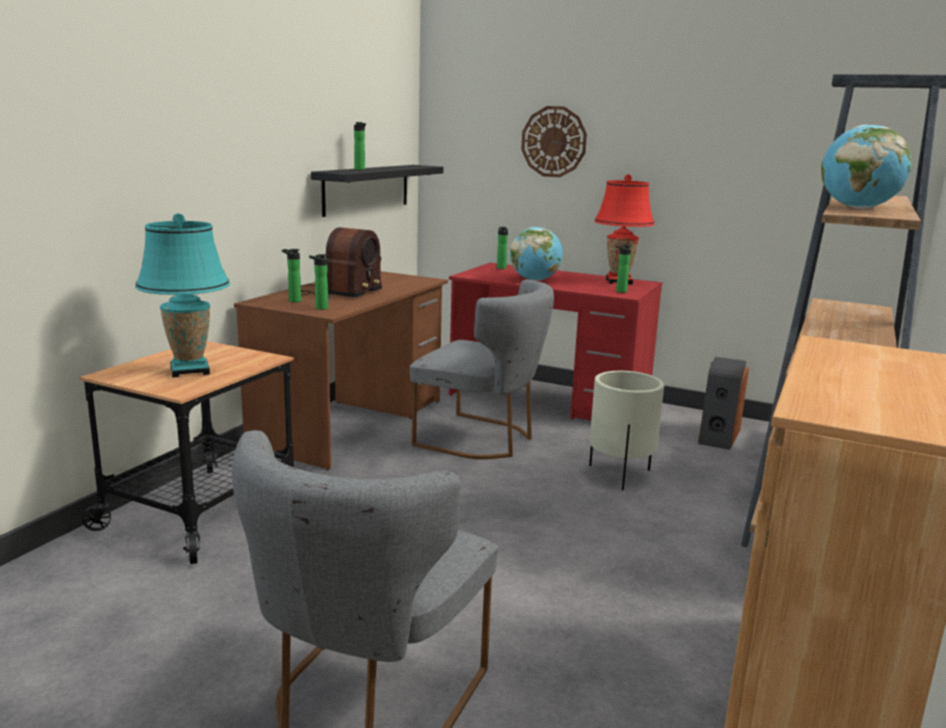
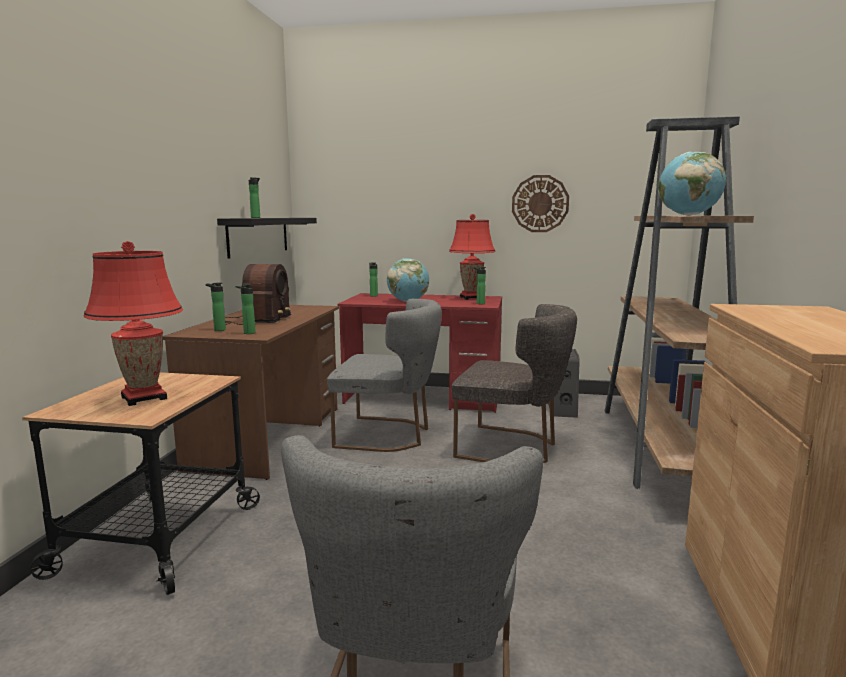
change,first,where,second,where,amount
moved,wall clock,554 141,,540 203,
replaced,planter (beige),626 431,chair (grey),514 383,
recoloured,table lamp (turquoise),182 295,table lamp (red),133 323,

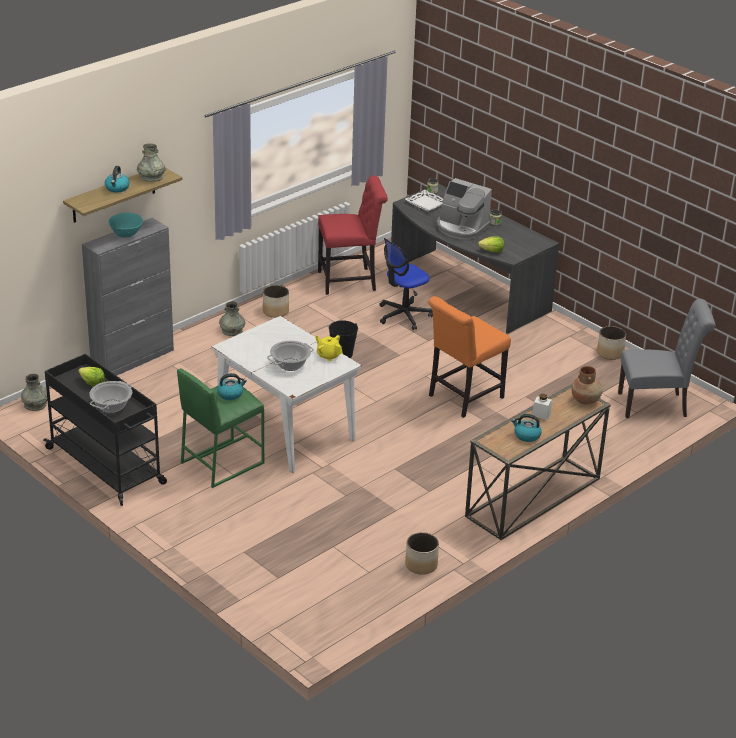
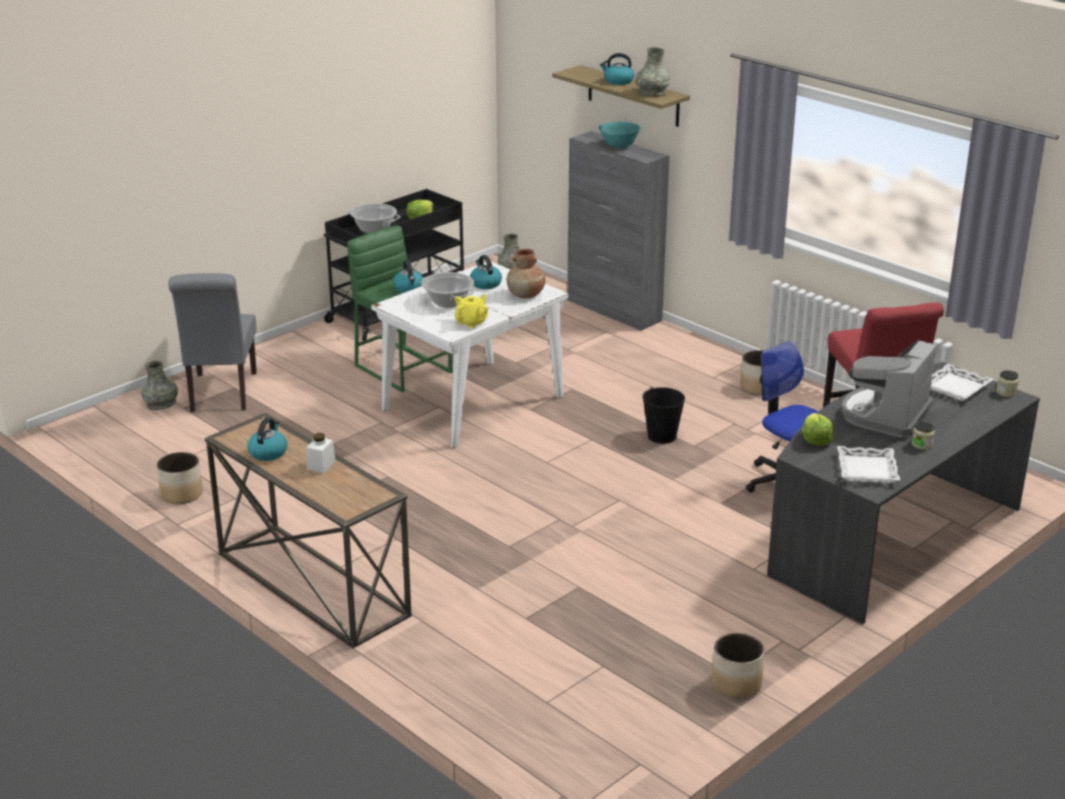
change,first,where,second,where,amount
removed,chair (orange),469 357,,,
added,,,kettle,486 272,
added,,,tray (white),868 464,
moved,vase (grey),232 318,,159 385,
moved,vase (brown),586 385,,526 273,
moved,chair (grey),667 358,,212 342,

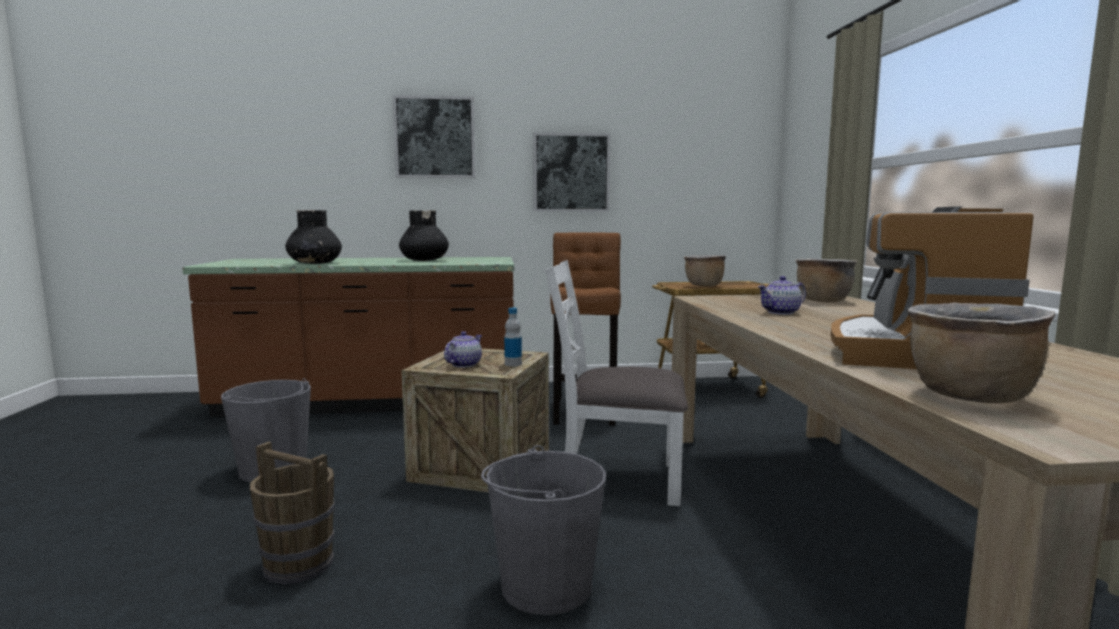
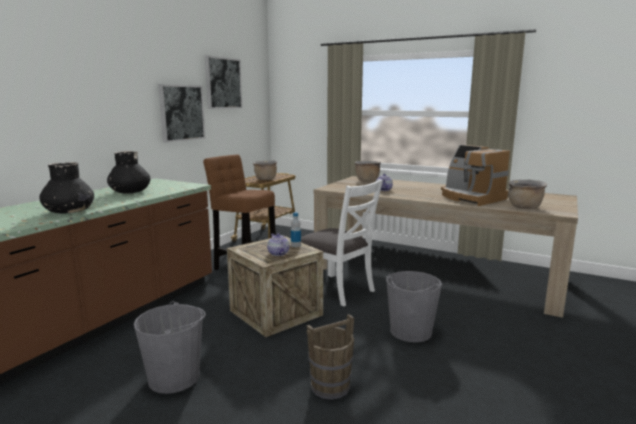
change,first,where,second,where,amount
moved,picture,434 136,,224 82,
turned,chair (white),616 383,,342 243,90 degrees counterclockwise

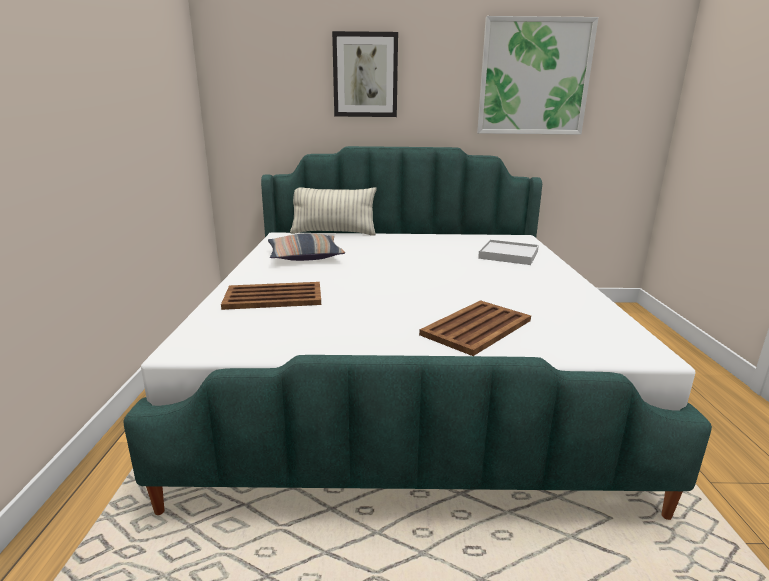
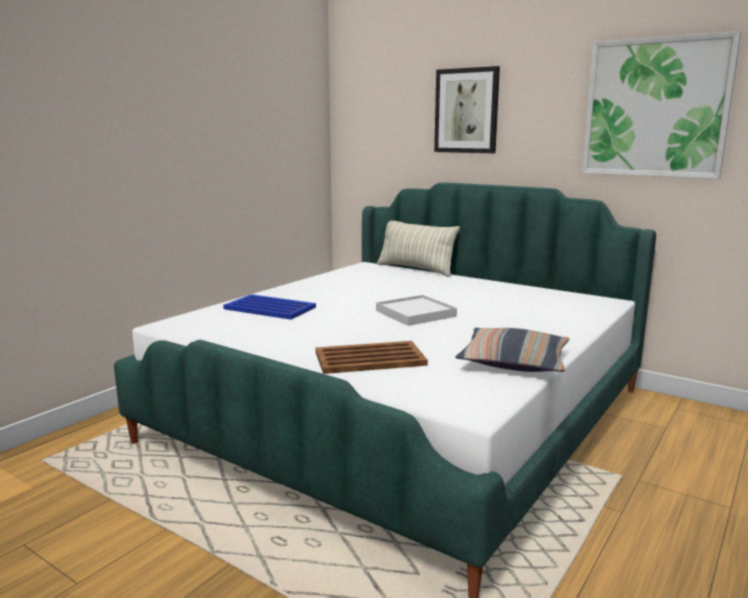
change,first,where,second,where,amount
moved,pillow,306 247,,512 350,
moved,tray (white),508 252,,416 310,
recoloured,tray (brown),271 296,tray (blue),269 307,

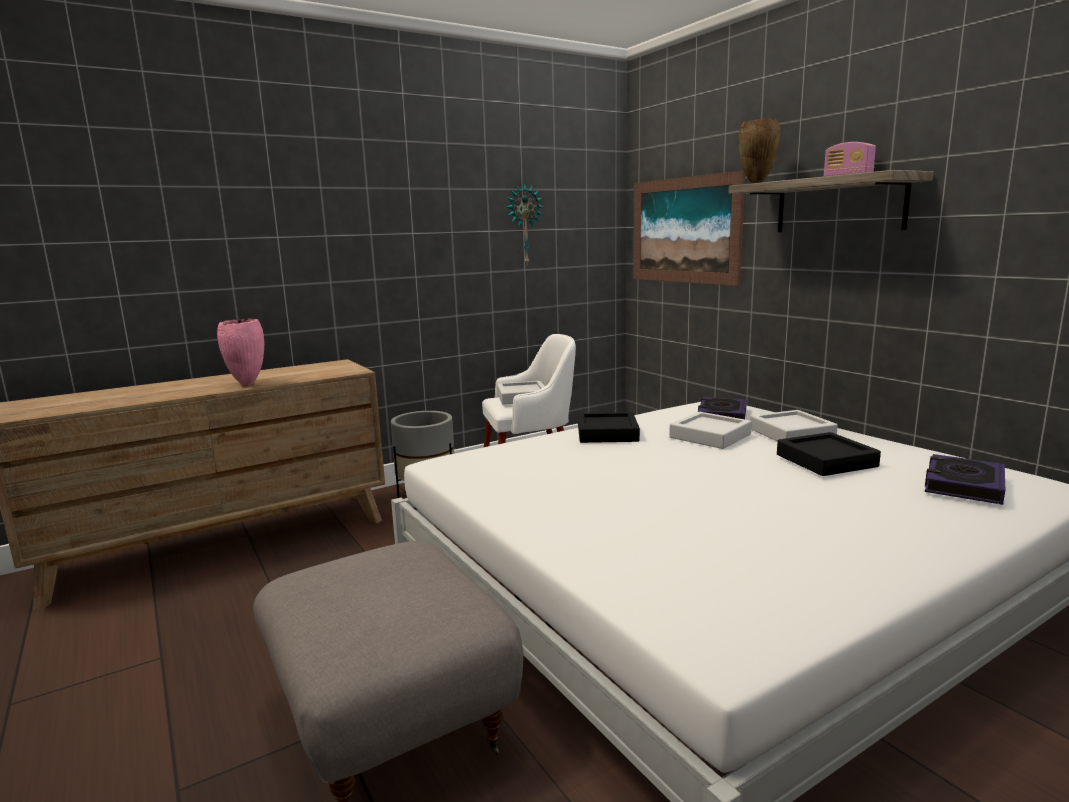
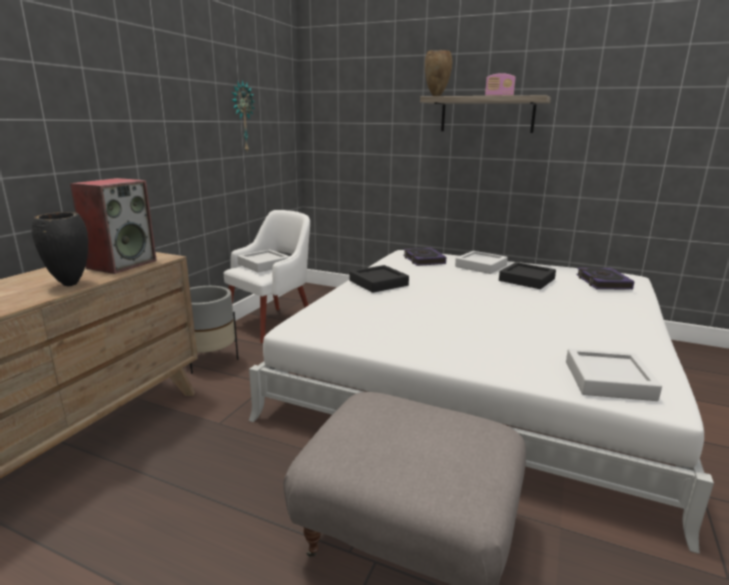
change,first,where,second,where,amount
removed,picture,689 228,,,
added,,,speaker,113 226,
moved,tray (grey),710 430,,614 375,
recoloured,vase (pink),240 352,vase (black),60 249,

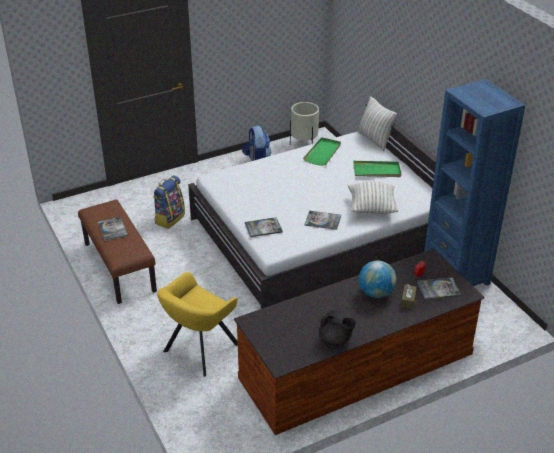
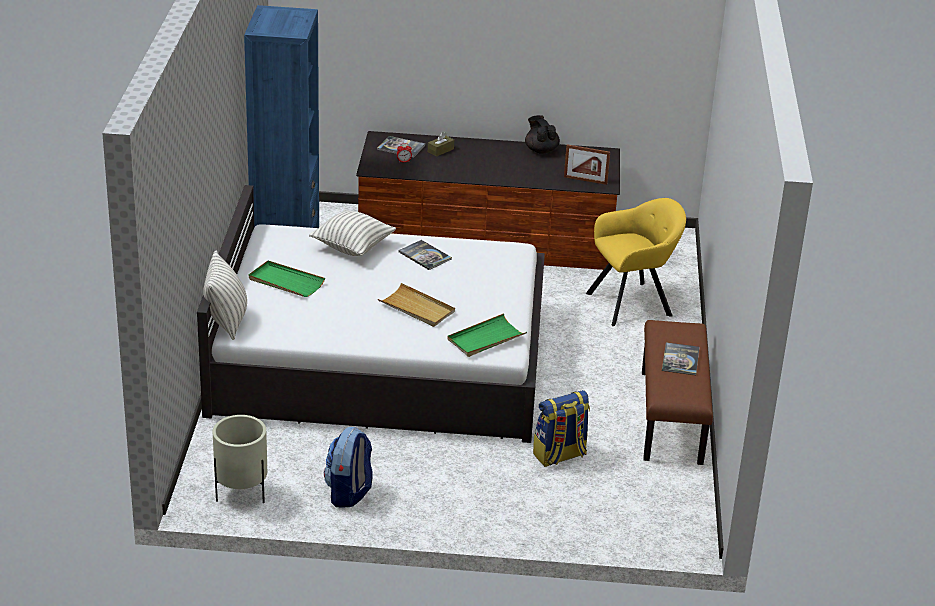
change,first,where,second,where,amount
removed,book,264 227,,,
removed,globe,377 279,,,
added,,,tray (beige),416 305,
added,,,picture frame,587 164,
moved,tray (green),322 151,,487 335,

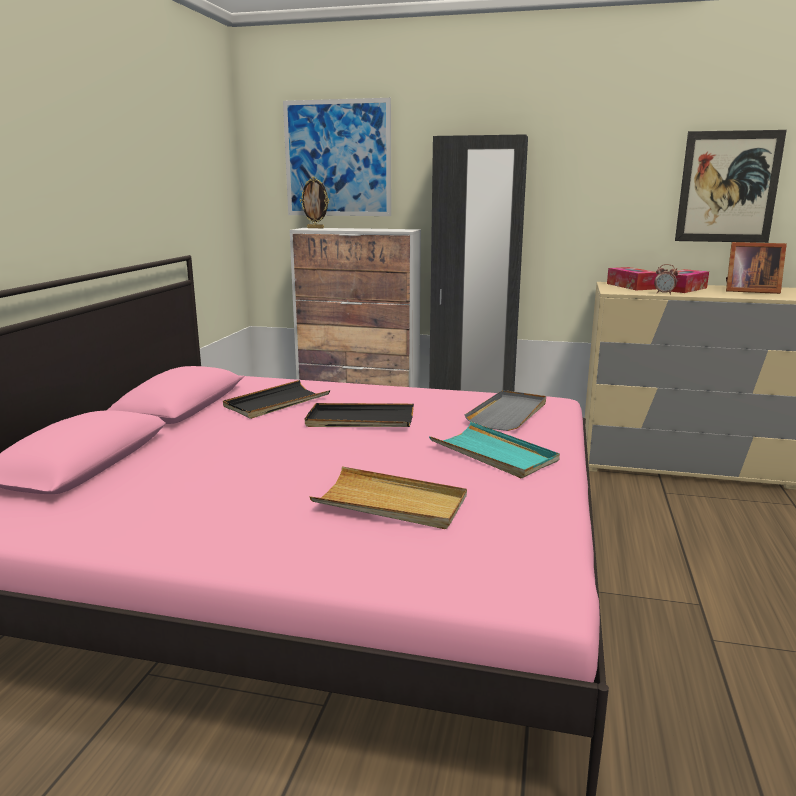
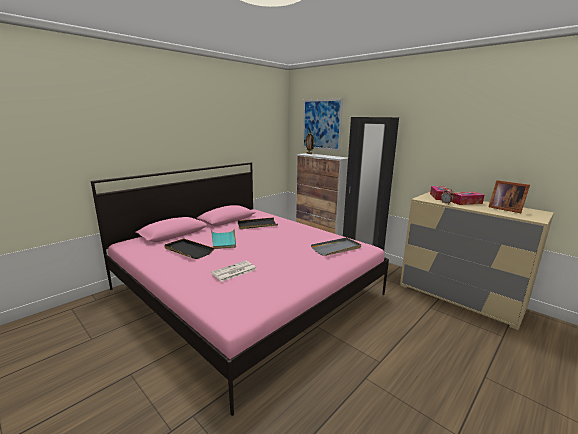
change,first,where,second,where,amount
removed,picture,731 186,,,
moved,tray (black),359 415,,189 248,
moved,tray (turquoise),494 450,,223 238,
replaced,tray (beige),388 497,newspaper,234 271,

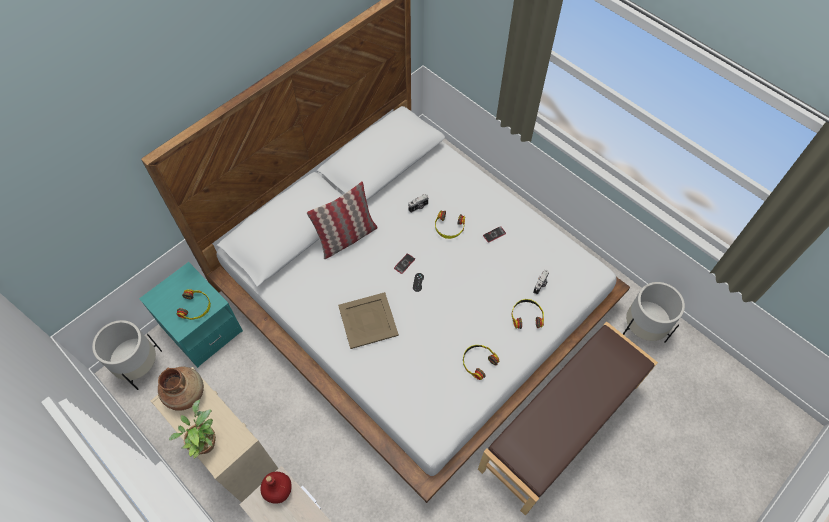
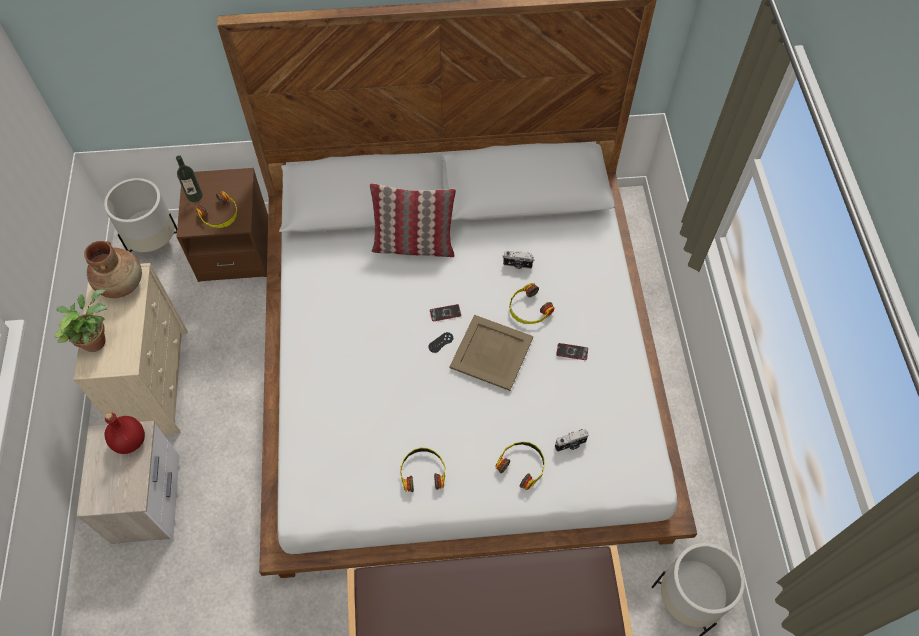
change,first,where,second,where,amount
added,,,bottle,189 178,
moved,tray (beige),368 320,,491 353,
recoloured,nightstand (turquoise),191 315,nightstand (brown),222 225,

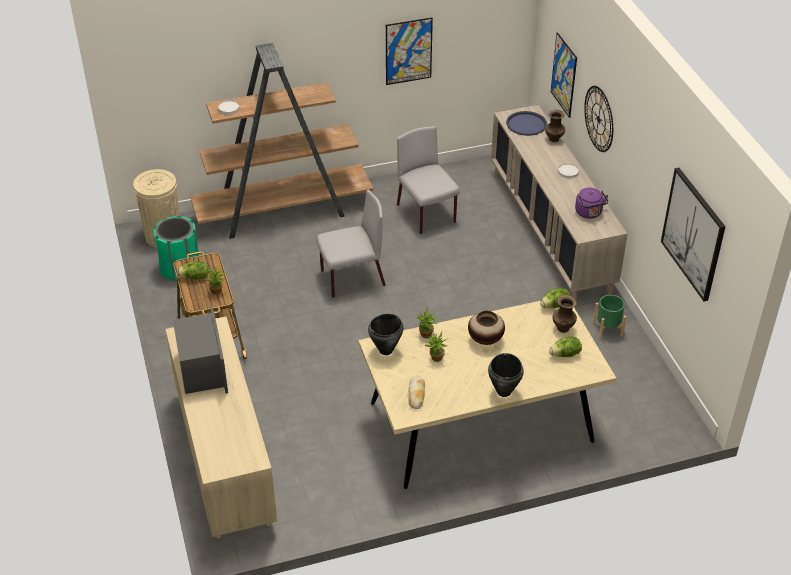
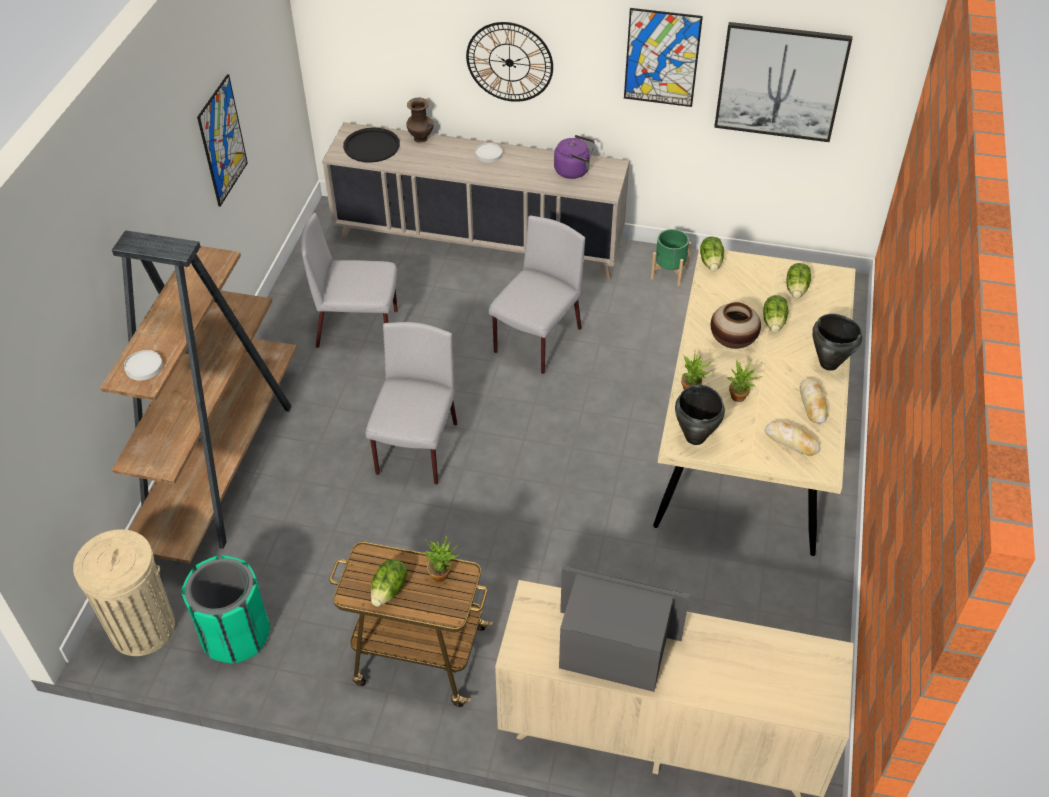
change,first,where,second,where,amount
removed,vase (brown),565 314,,,
added,,,chair (grey),537 295,
added,,,lettuce,776 313,
added,,,bread,814 400,
moved,picture,564 75,,663 57,
recoloured,tray (blue),526 123,tray (black),371 145,

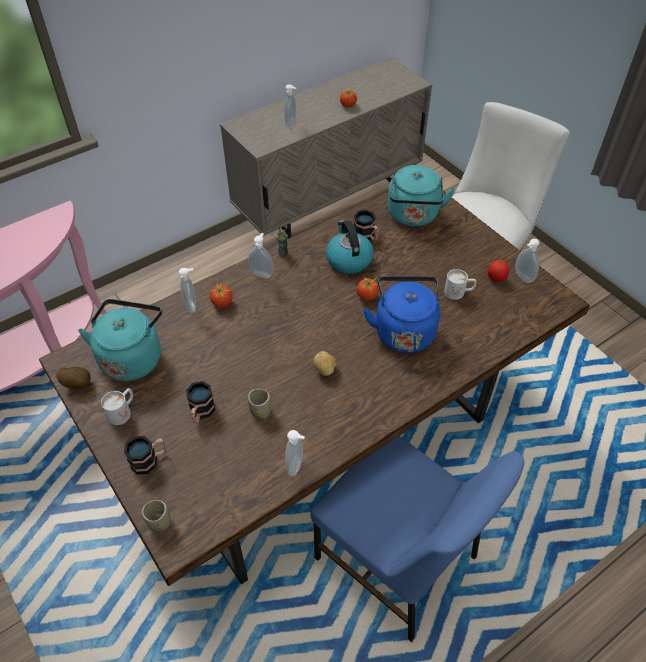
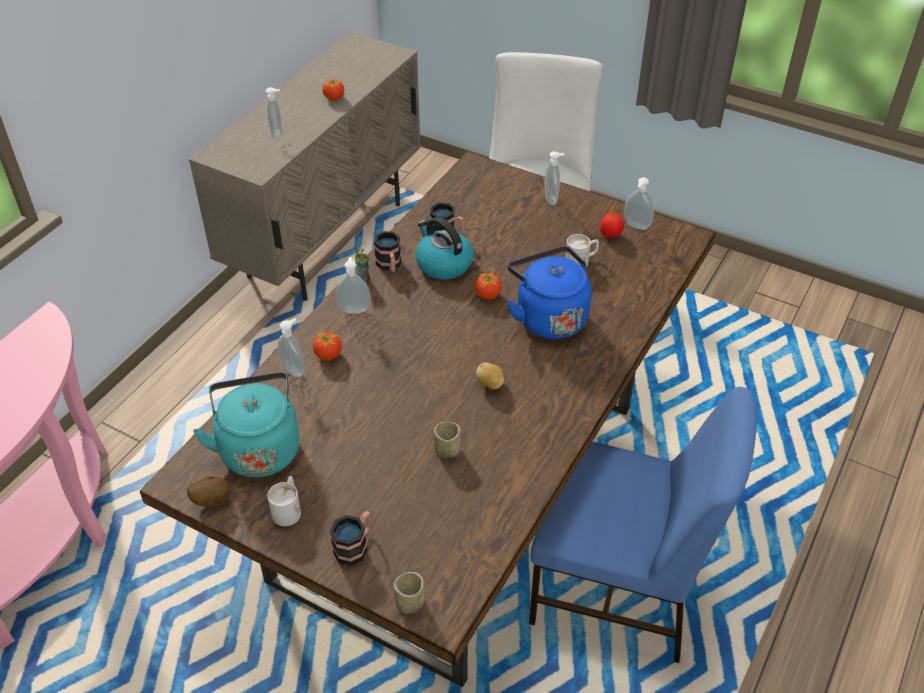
change,first,where,second,where,amount
removed,kettle (turquoise),421 196,,,
moved,mug,200 402,,387 251,
moved,soap dispenser,295 453,,555 178,

